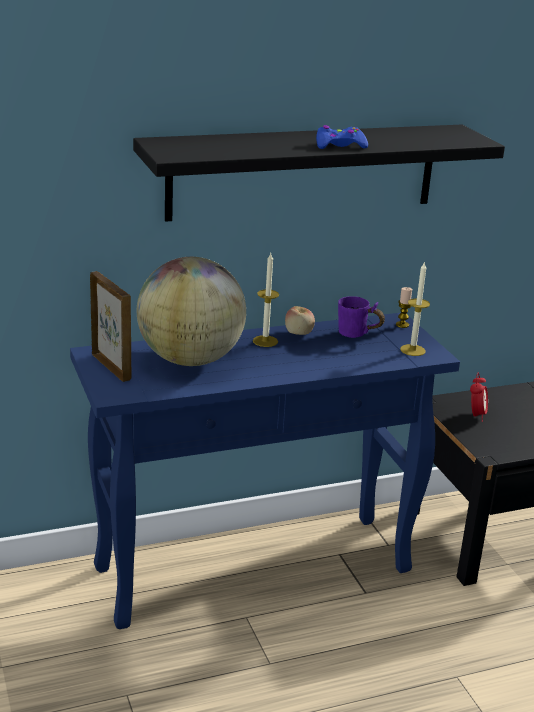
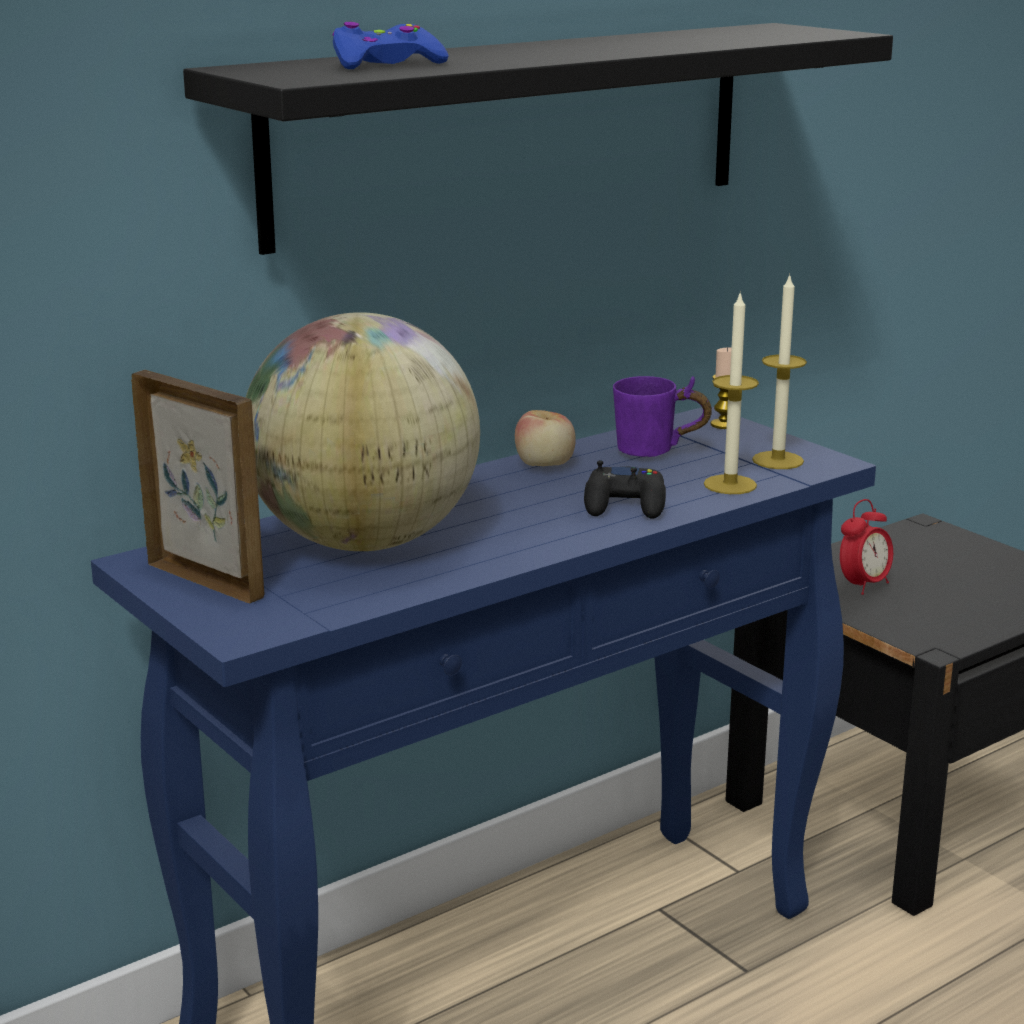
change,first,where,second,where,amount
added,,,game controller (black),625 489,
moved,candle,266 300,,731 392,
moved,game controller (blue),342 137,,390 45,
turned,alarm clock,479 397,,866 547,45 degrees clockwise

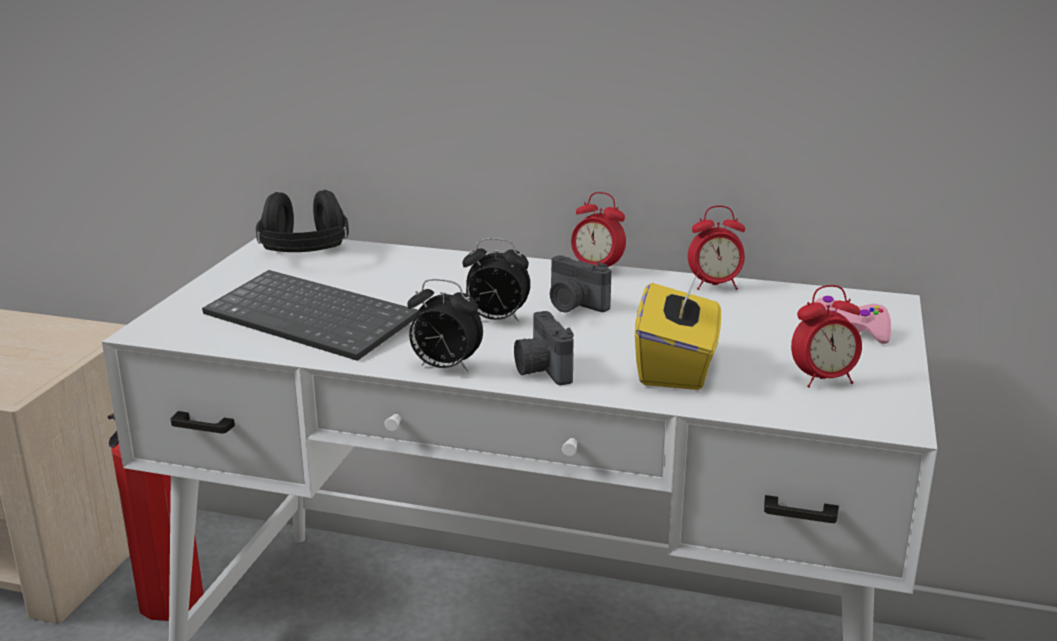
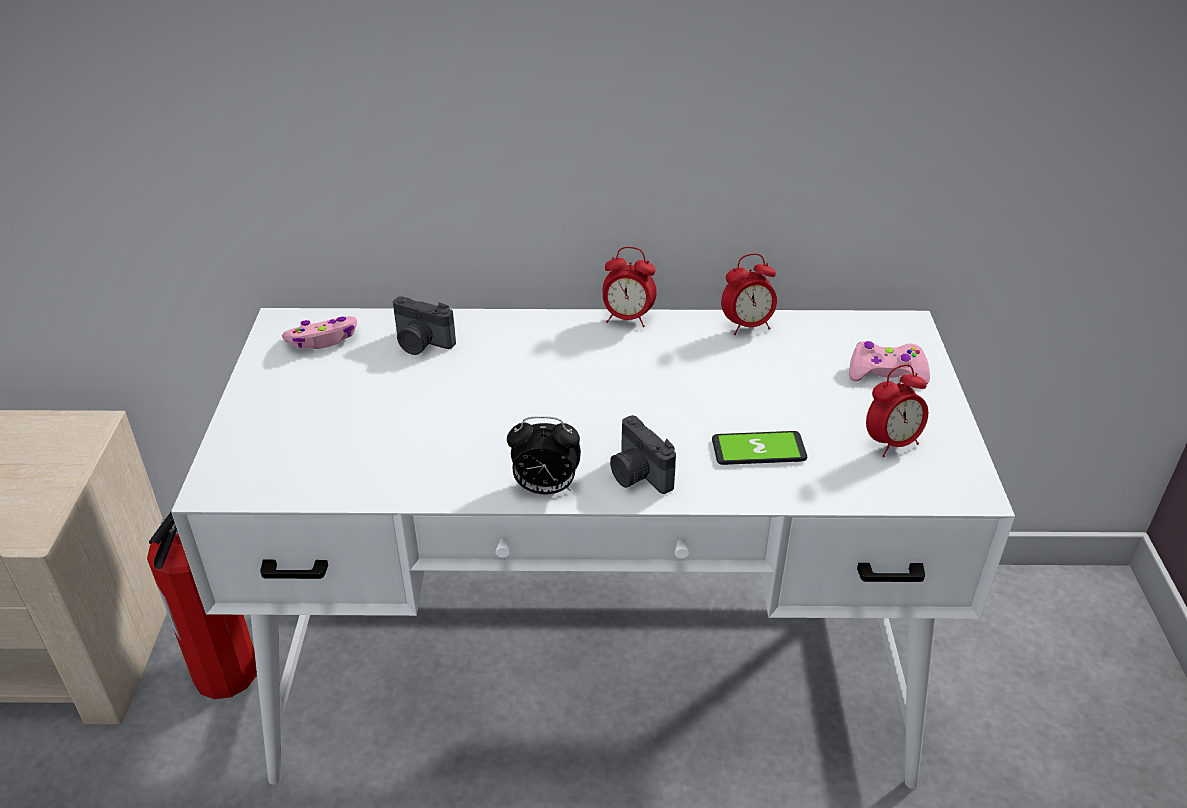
change,first,where,second,where,amount
removed,keyboard,310 315,,,
removed,alarm clock,496 280,,,
moved,photo camera,580 284,,424 325,
replaced,headphones (black),302 221,game controller (pink),319 332,
replaced,tissue box (yellow),678 331,phone,759 448,

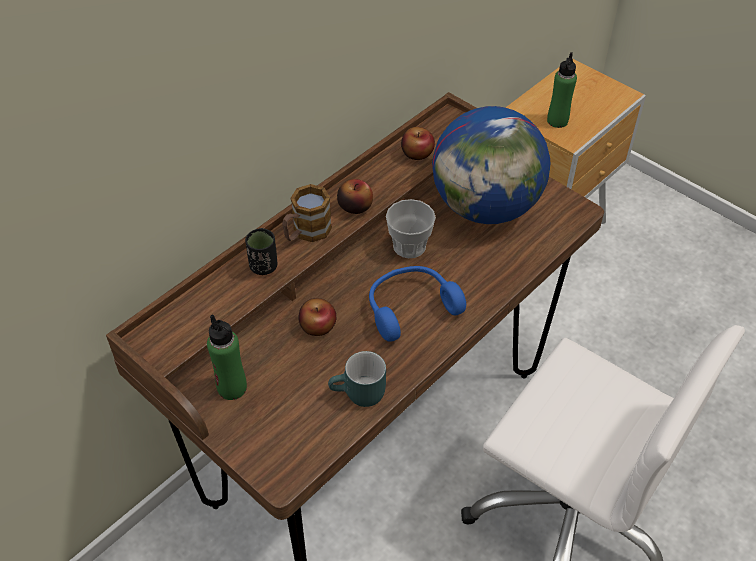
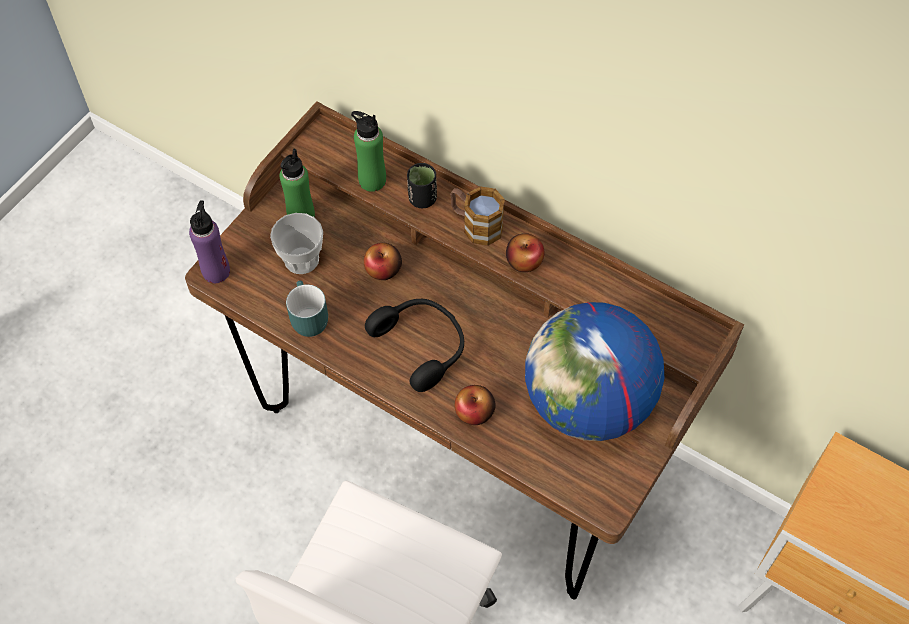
change,first,where,second,where,amount
added,,,bottle (purple),209 241,
moved,cup,411 228,,296 243,
moved,apple,418 143,,475 405,
moved,bottle (green),562 90,,368 151,
recoloured,headphones (blue),417 304,headphones (black),414 345,

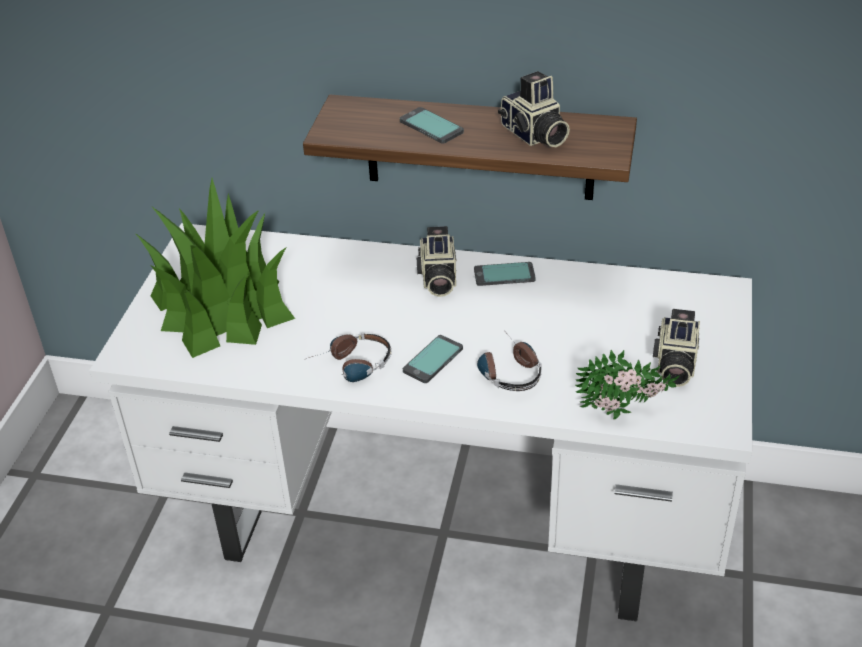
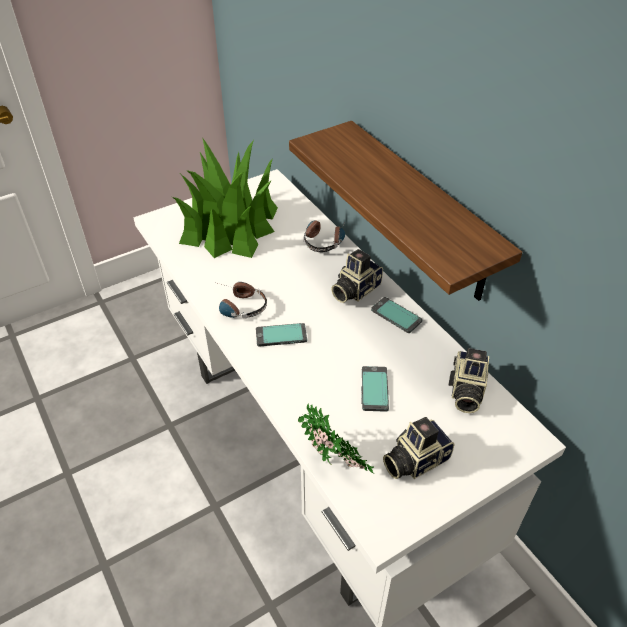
change,first,where,second,where,amount
moved,phone,432 125,,375 389,
moved,headphones,509 363,,325 235,
moved,photo camera,534 109,,468 380,

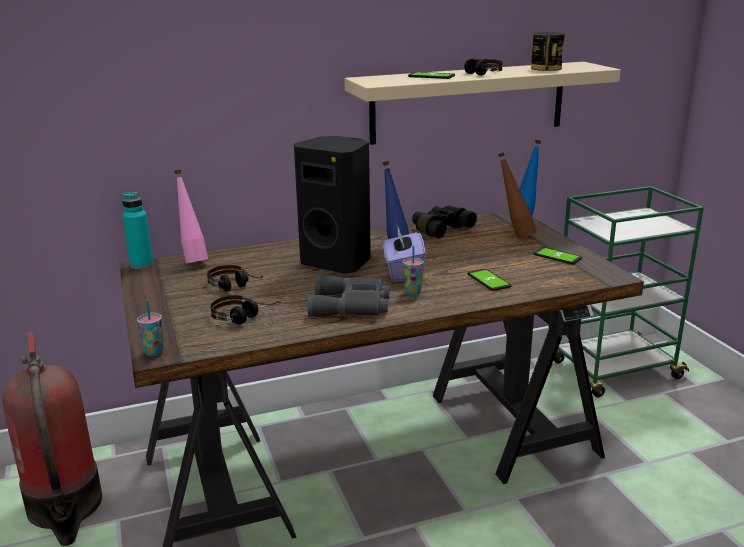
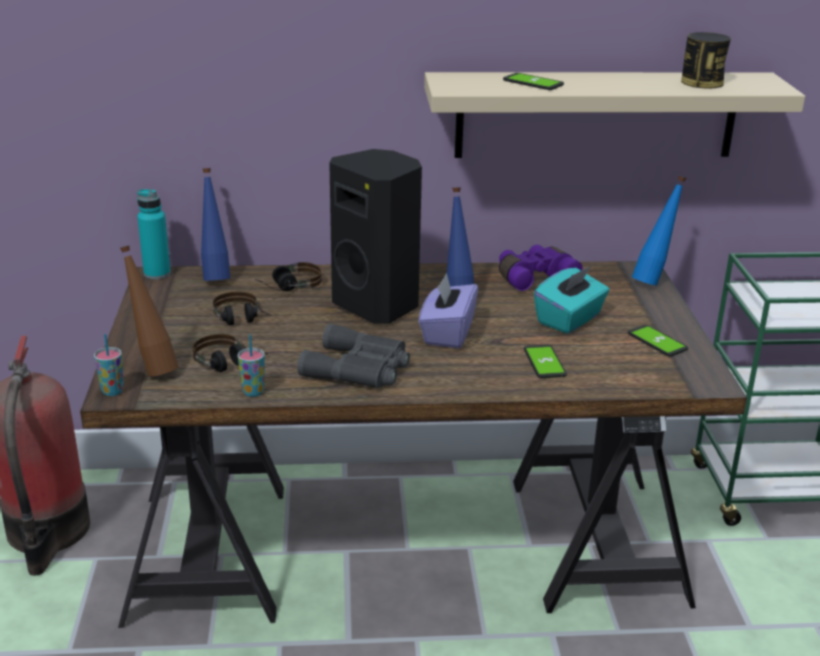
change,first,where,second,where,amount
added,,,tissue box (turquoise),571 300,
moved,cup,413 270,,251 366,
moved,headphones,483 67,,288 276,
moved,bottle (brown),517 195,,149 311,
recoloured,bottle (pink),191 216,bottle (blue),215 224,
recoloured,binoculars (black),444 221,binoculars (purple),541 268,

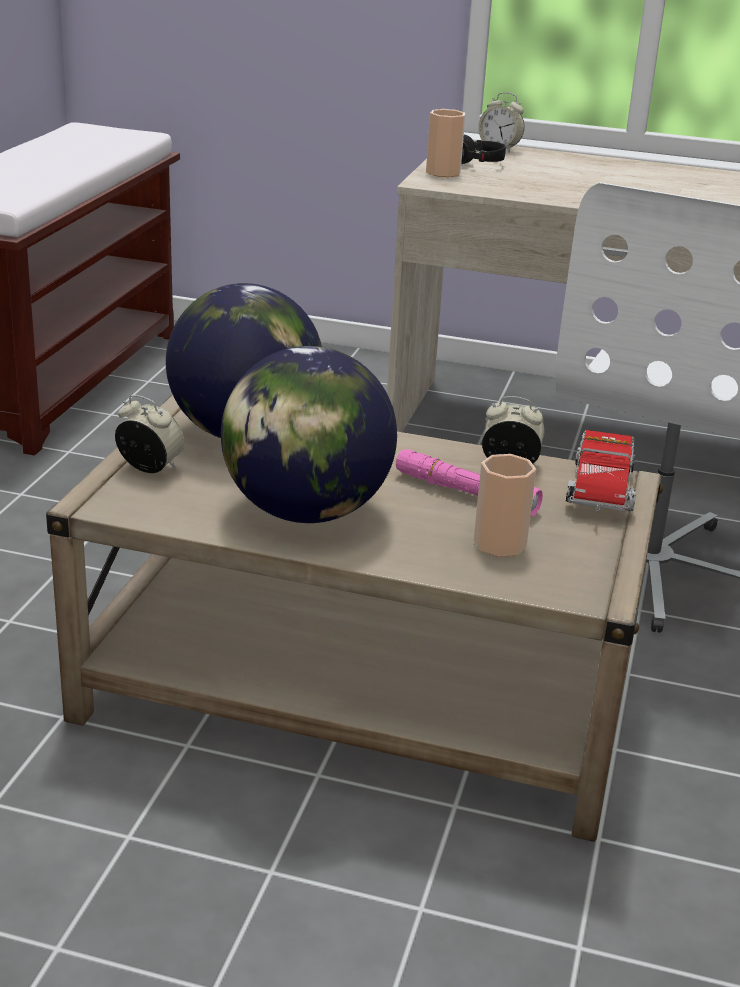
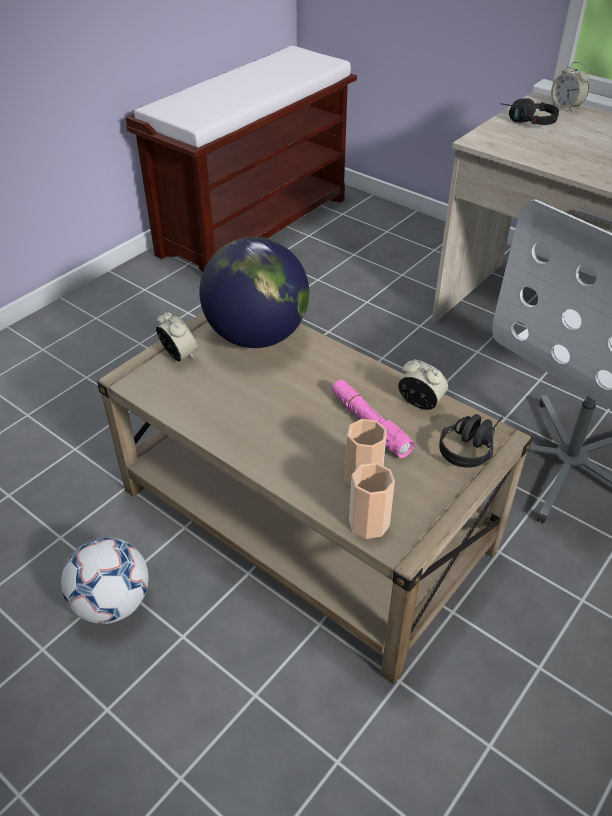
change,first,where,second,where,amount
removed,globe,309 434,,,
added,,,football,105 580,
moved,cup,445 143,,372 501,
replaced,toy truck,601 471,headphones (black),471 441,

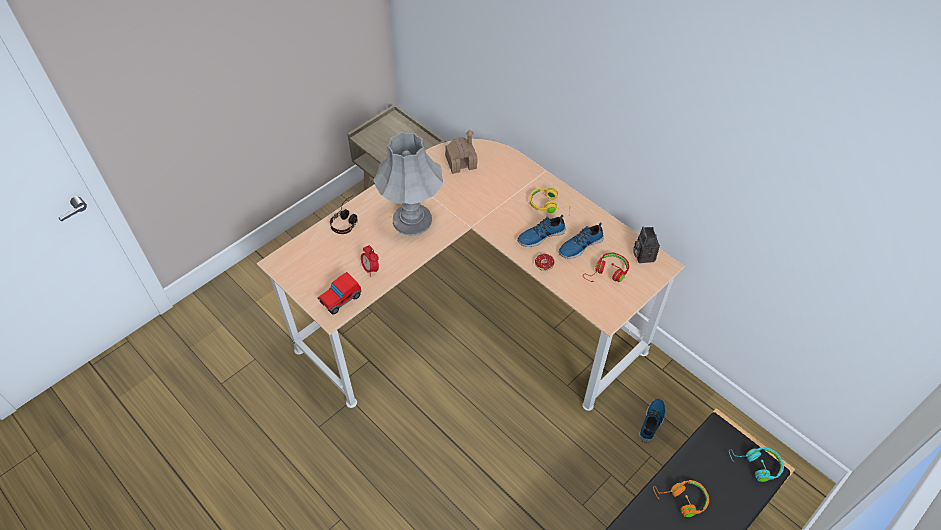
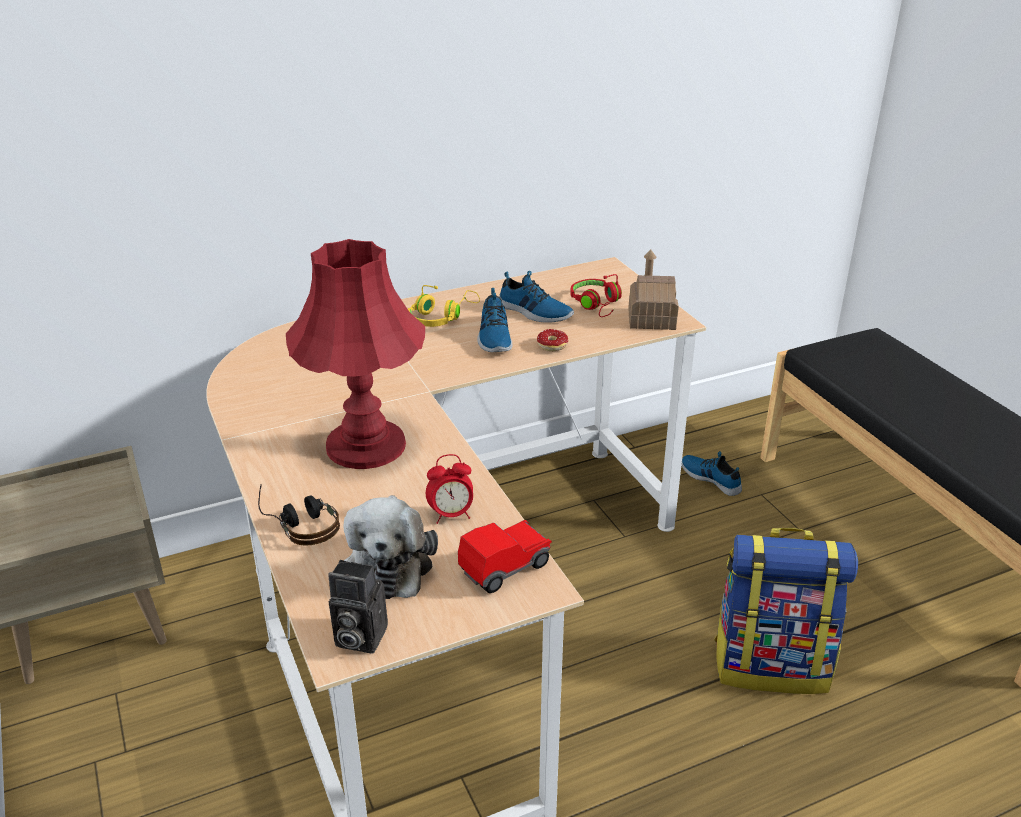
change,first,where,second,where,amount
removed,headphones (orange),681 498,,,
removed,headphones (turquoise),756 464,,,
added,,,plush toy,390 547,
added,,,backpack,786 611,
moved,toy house,461 152,,653 289,
moved,photo camera,646 244,,358 607,
recoloured,table lamp (grey),408 184,table lamp (red),355 354,
turned,toy car,340 293,,505 556,105 degrees counterclockwise
turned,shoe,580 240,,536 297,45 degrees counterclockwise

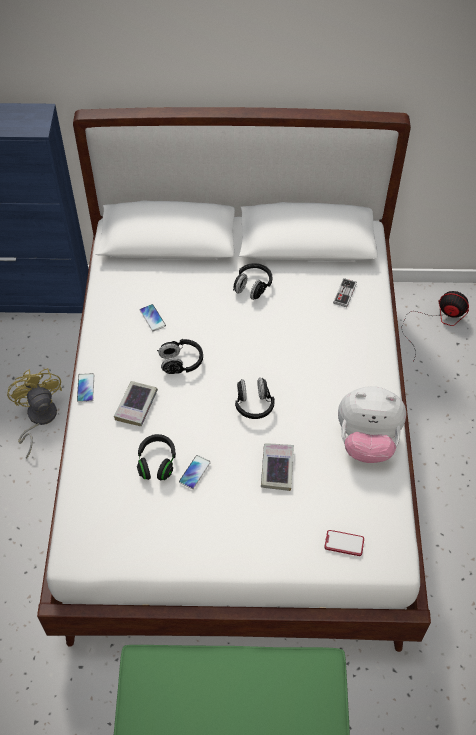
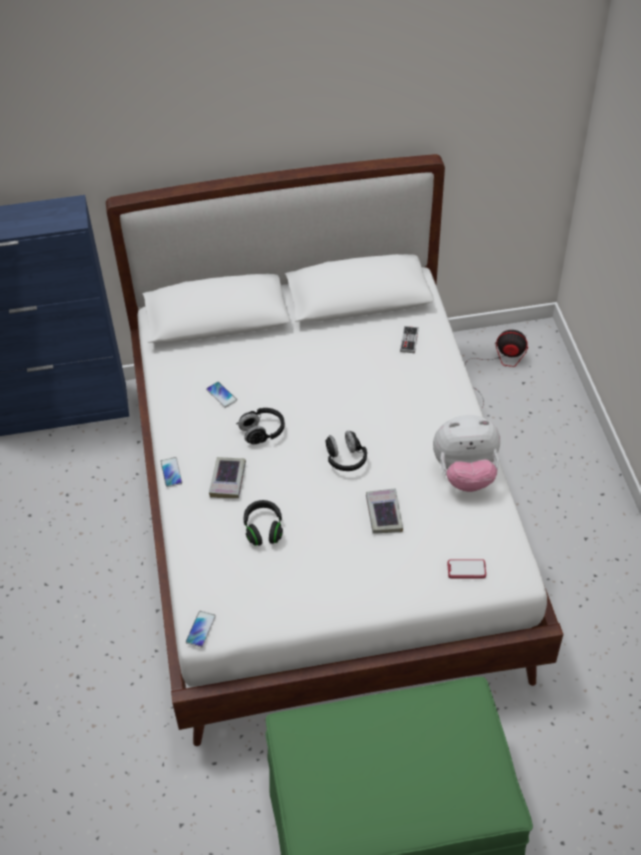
change,first,where,second,where,amount
removed,fan (yellow),34 413,,,
removed,headphones (black),252 281,,,
moved,phone,195 472,,201 629,

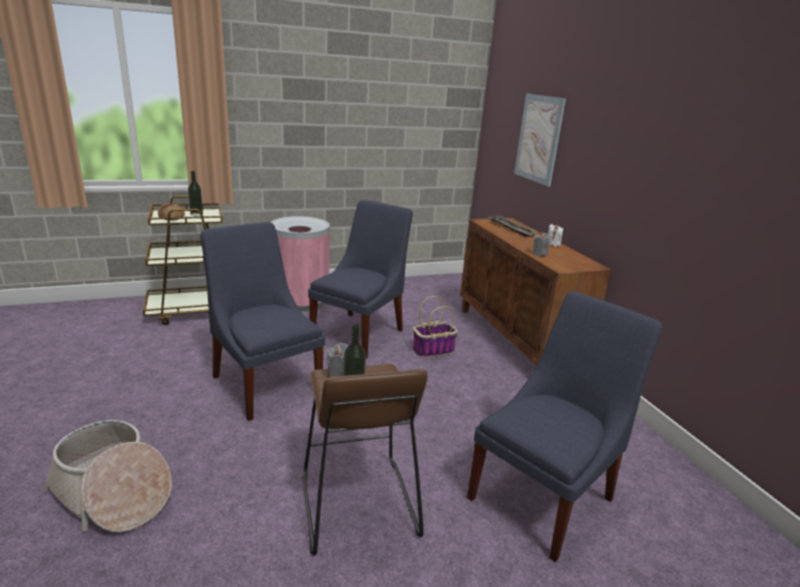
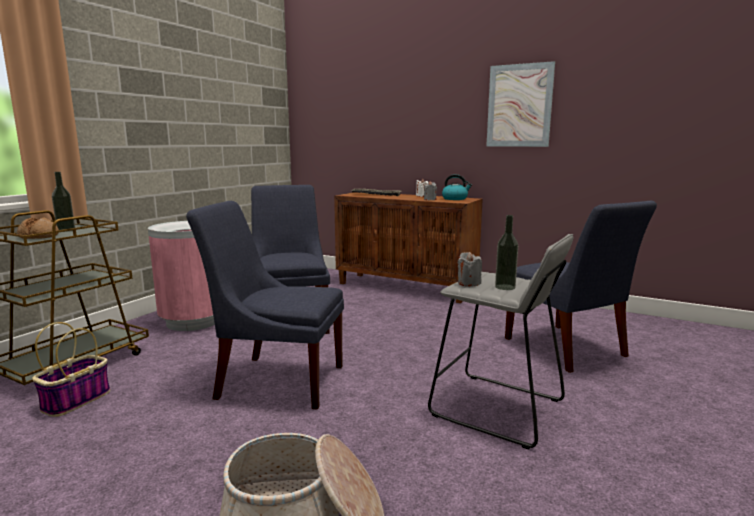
change,first,where,second,where,amount
added,,,kettle,457 187,
moved,basket,435 327,,71 369,
moved,picture,540 140,,520 104,
recoloured,stool (brown),365 459,stool (grey),501 341,
turned,chair (blue),565 426,,581 287,150 degrees clockwise

